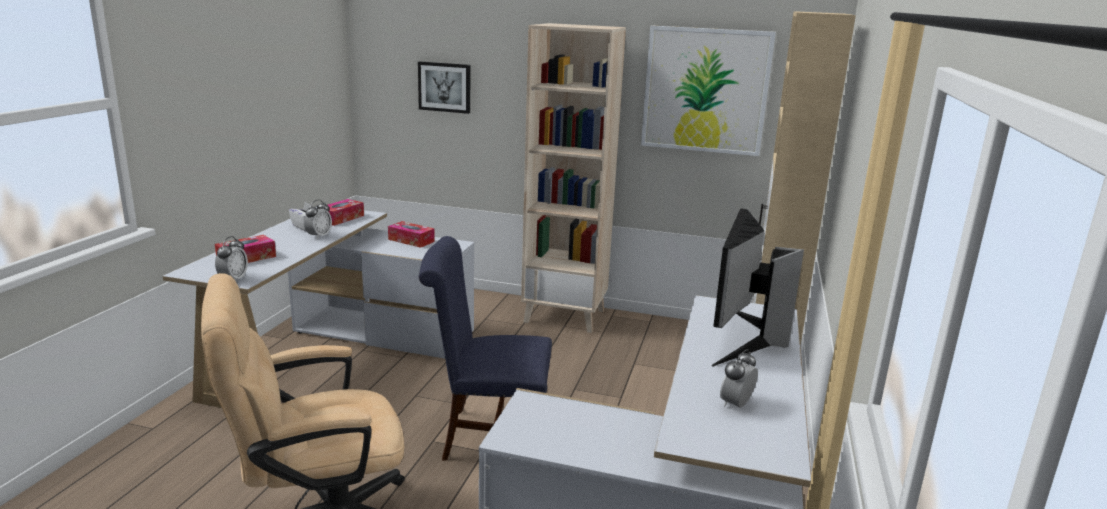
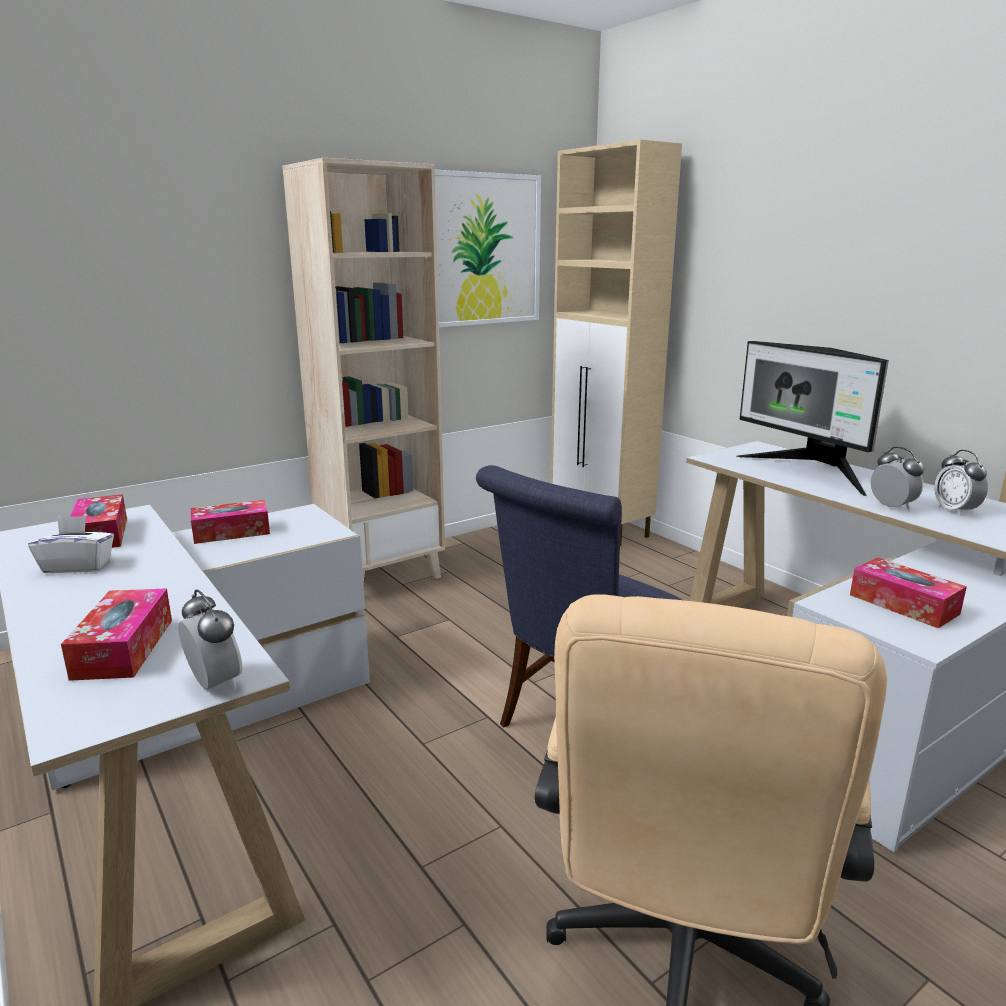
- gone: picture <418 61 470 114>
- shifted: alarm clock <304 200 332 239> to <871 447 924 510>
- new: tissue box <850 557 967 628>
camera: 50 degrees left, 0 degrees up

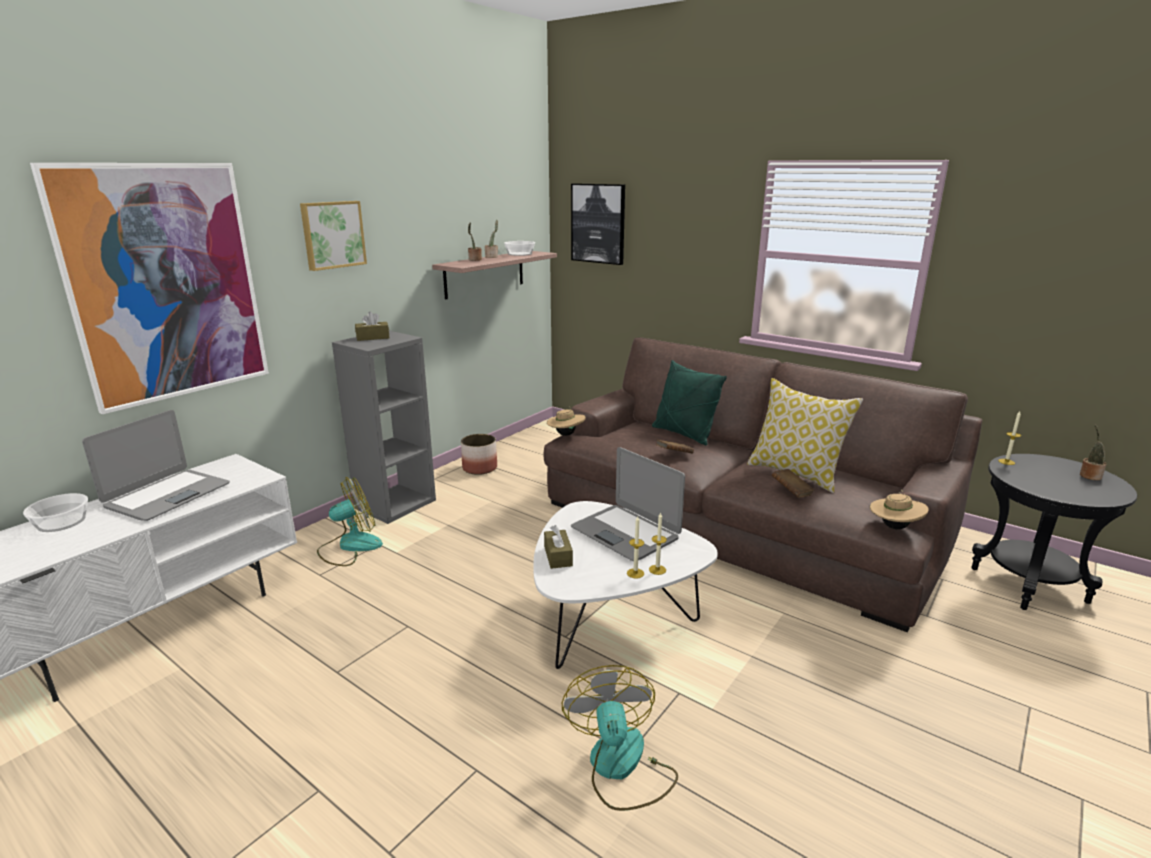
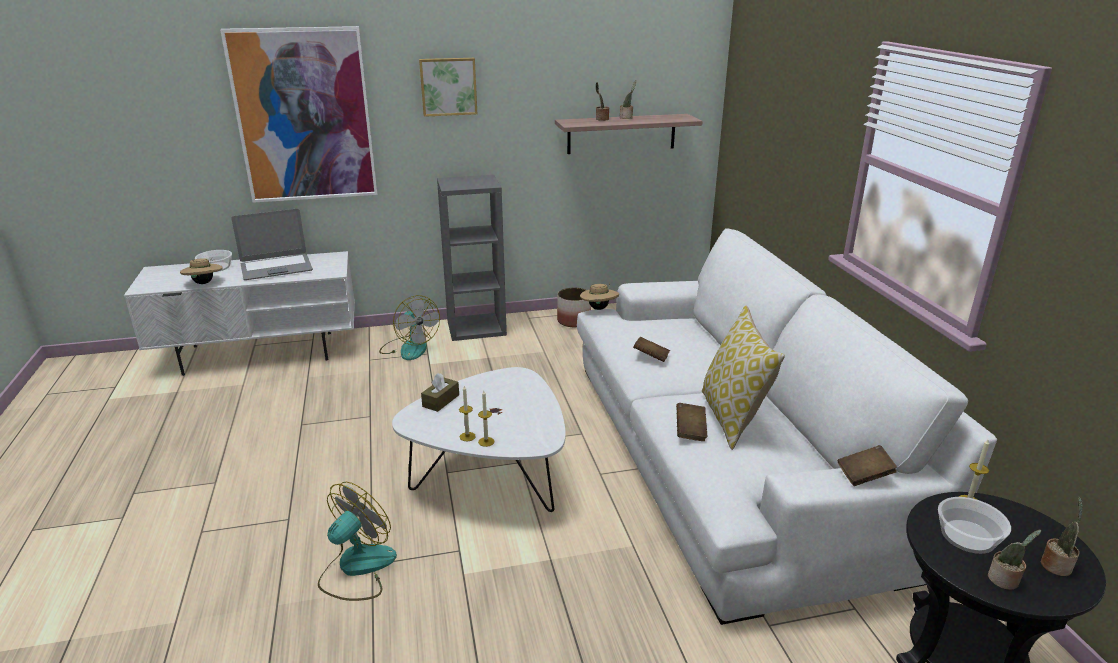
- gone: picture <571 184 625 265>
- shifted: bowl <504 241 535 256> to <938 497 1011 554>
- gone: brown-coloured tissue box <355 312 389 341>
- repainted: brown-coloured settee <544 337 982 632> to white settee <577 228 997 625>
- gone: green throw pillow <652 360 727 445>
- gone: portable computer <571 447 685 561>
- rotated: fan <317 477 383 566> = <379 295 440 360> 45 degrees clockwise
- shifted: beige wearable hat <870 490 929 529> to <180 258 223 284>
- new: brown-coloured book <838 445 897 486>
- new: potted plant <988 529 1041 590>
camera: 40 degrees right, 5 degrees up

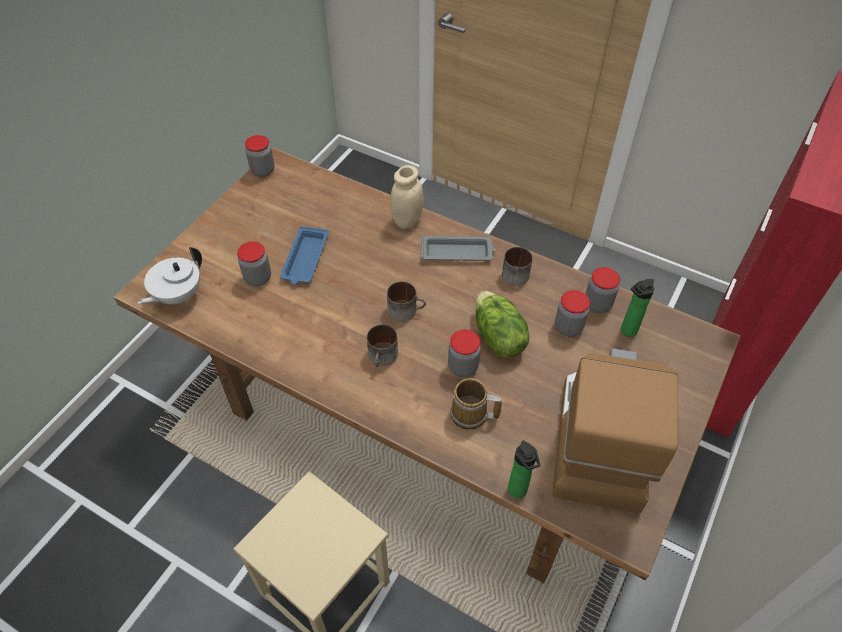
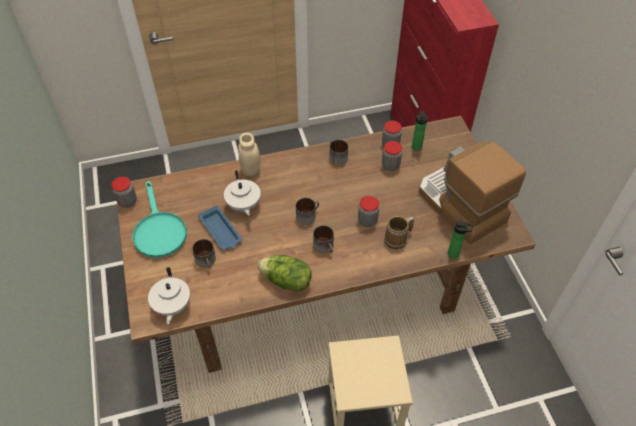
- gone: gray tray <421 236 496 261>
- swapped: preserve jar <237 241 271 286> to mug <192 239 216 268>
- shifted: head of lettuce <475 291 530 358> to <258 255 312 292>
- new: white pot for tea <224 170 261 216>
- new: blue-green pan <133 181 187 258>
camera: 45 degrees left, 0 degrees up

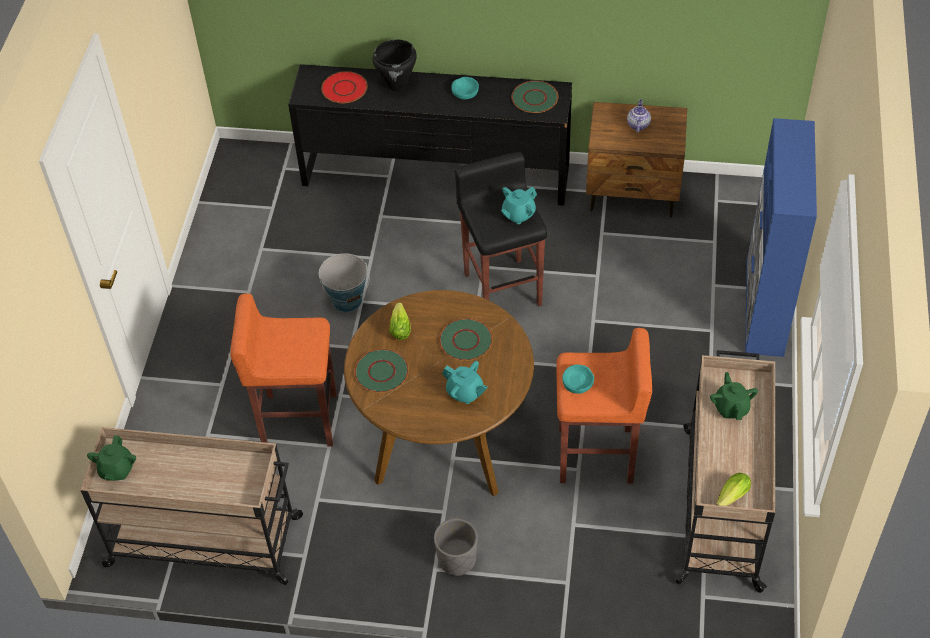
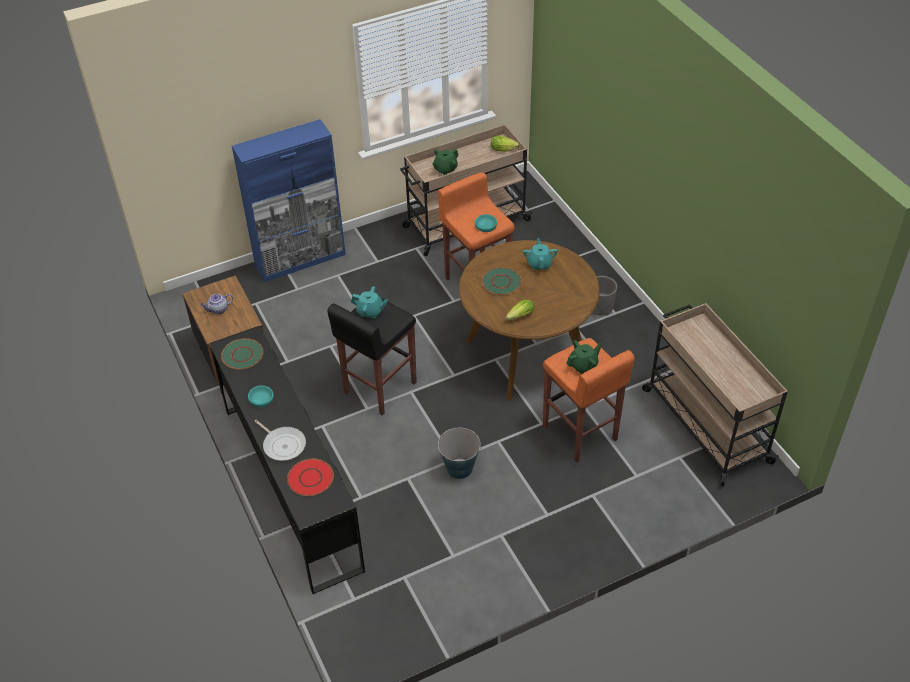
- swapped: blackish stockpot <373 40 417 91> to pan <255 420 306 461>
- gone: green plate <354 349 409 393>
- shifted: green pot for tea <87 435 136 481> to <566 340 602 374>
camera: 125 degrees left, 5 degrees down

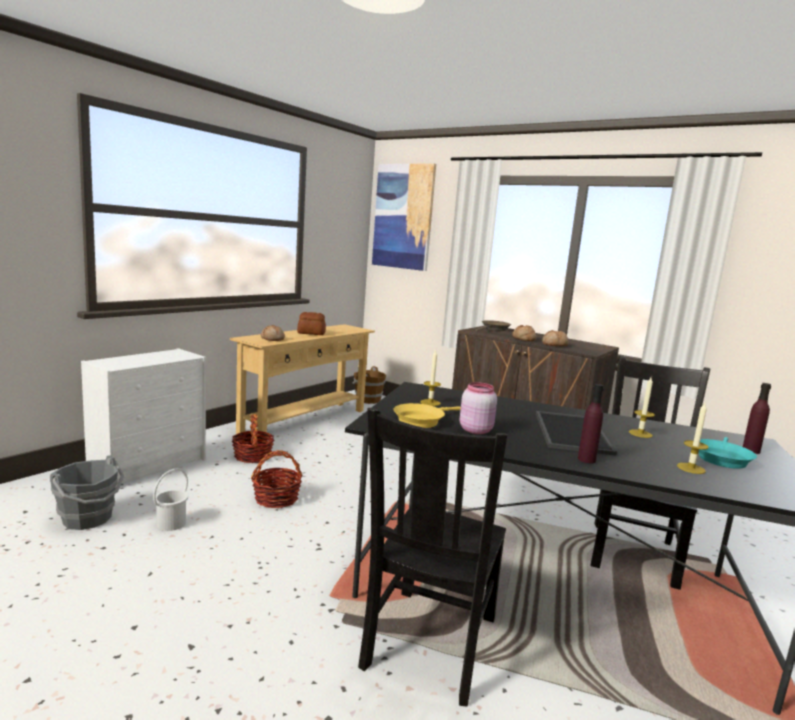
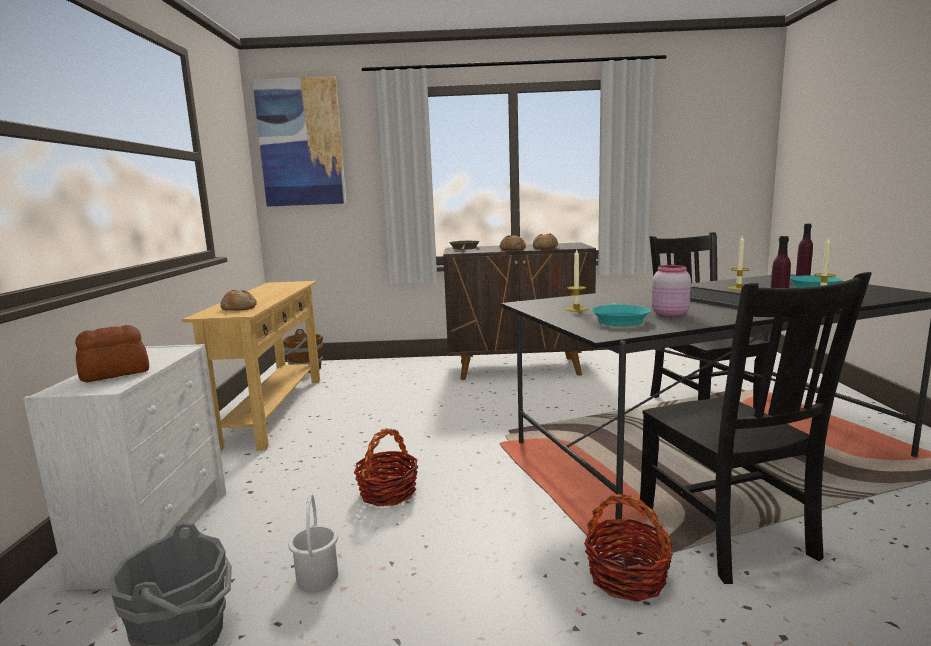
- shifted: bread <297 312 326 335> to <75 325 149 382>
- repainted: yellowish pan <393 403 461 428> to blue-green pan <592 303 651 326>
- shifted: household basket <232 414 274 463> to <584 494 673 602>
camera: 35 degrees left, 0 degrees up

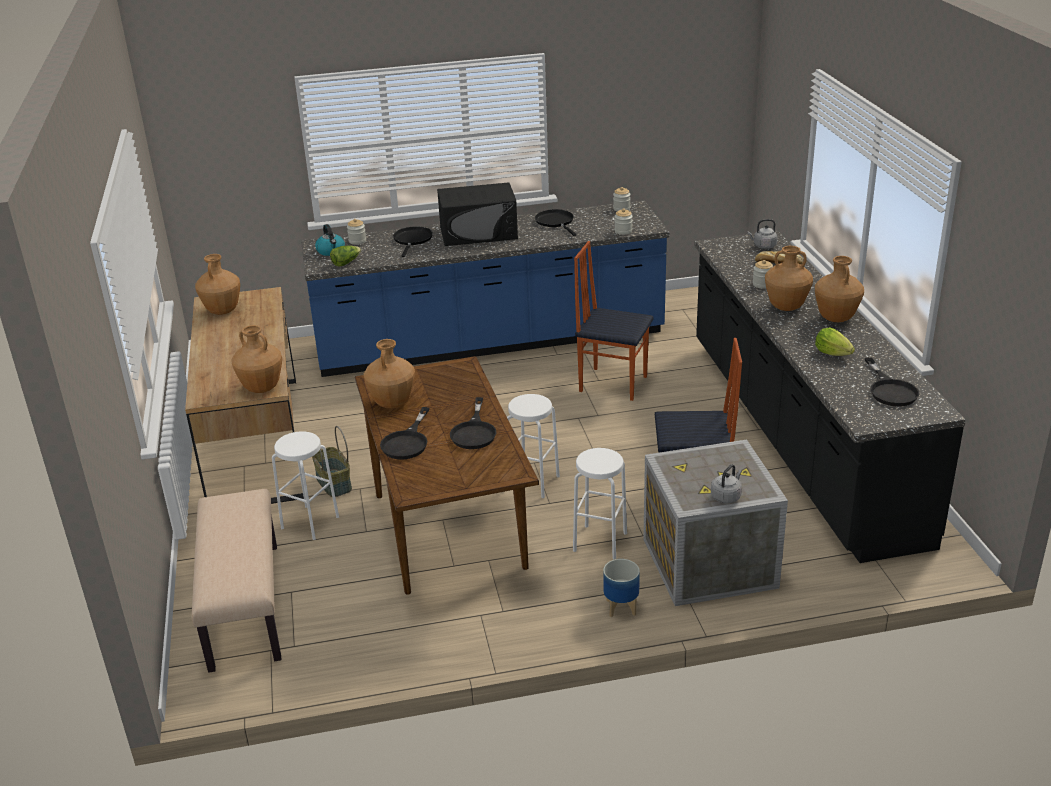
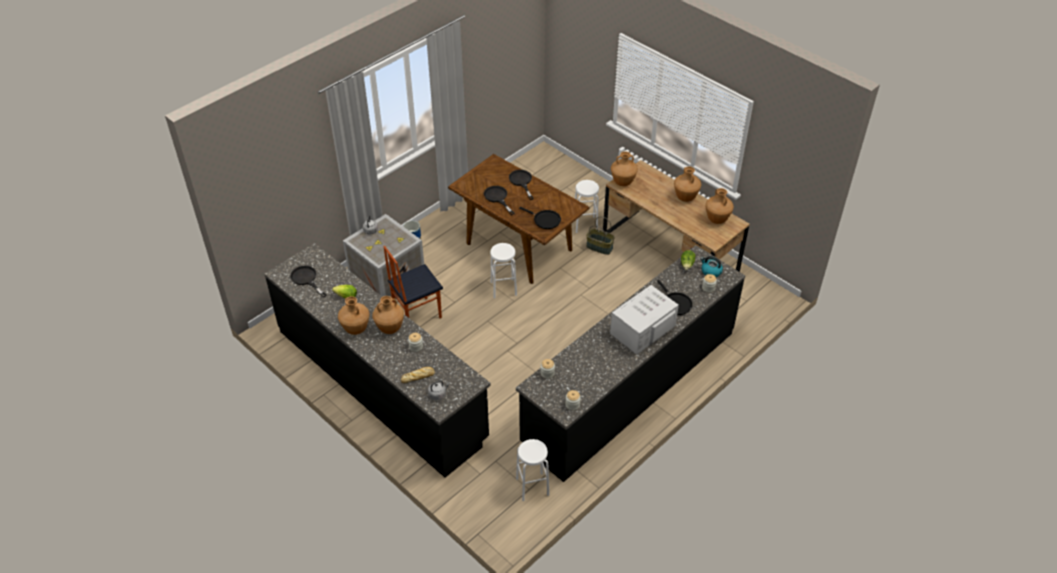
- repainted: blackish microwave <437 182 518 246> to white microwave <610 285 679 355>
- repainted: bluish counter <301 201 669 377> to blackish counter <516 245 745 482>
- shifted: blackish pan <535 209 577 236> to <519 207 561 229>
- gone: chair <574 241 654 401>
- shifted: brown-coloured decorative vase <364 339 415 409> to <674 166 701 202>
- shifted: white stool <573 448 627 559> to <516 439 549 501>
- gone: beige long seat <192 489 281 673>
camera: 145 degrees right, 15 degrees up

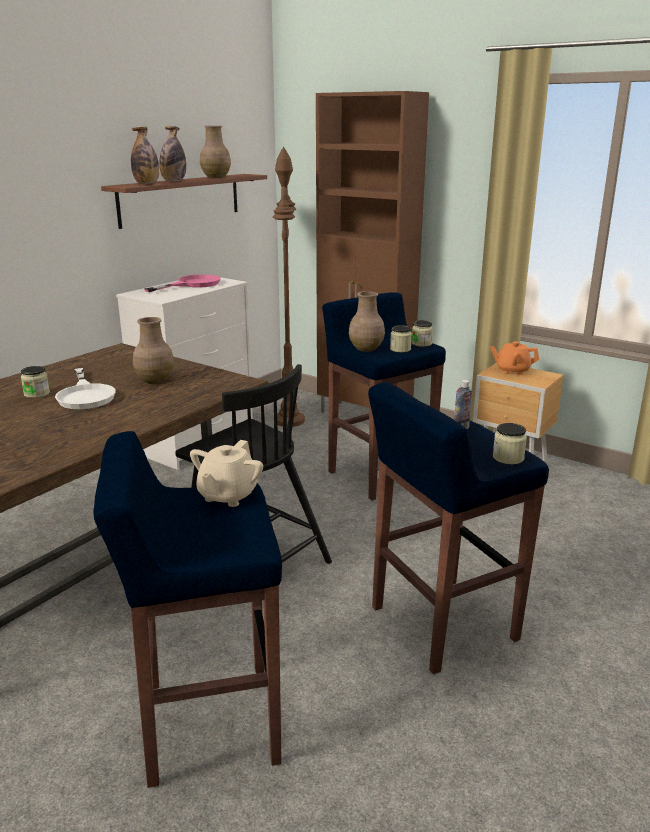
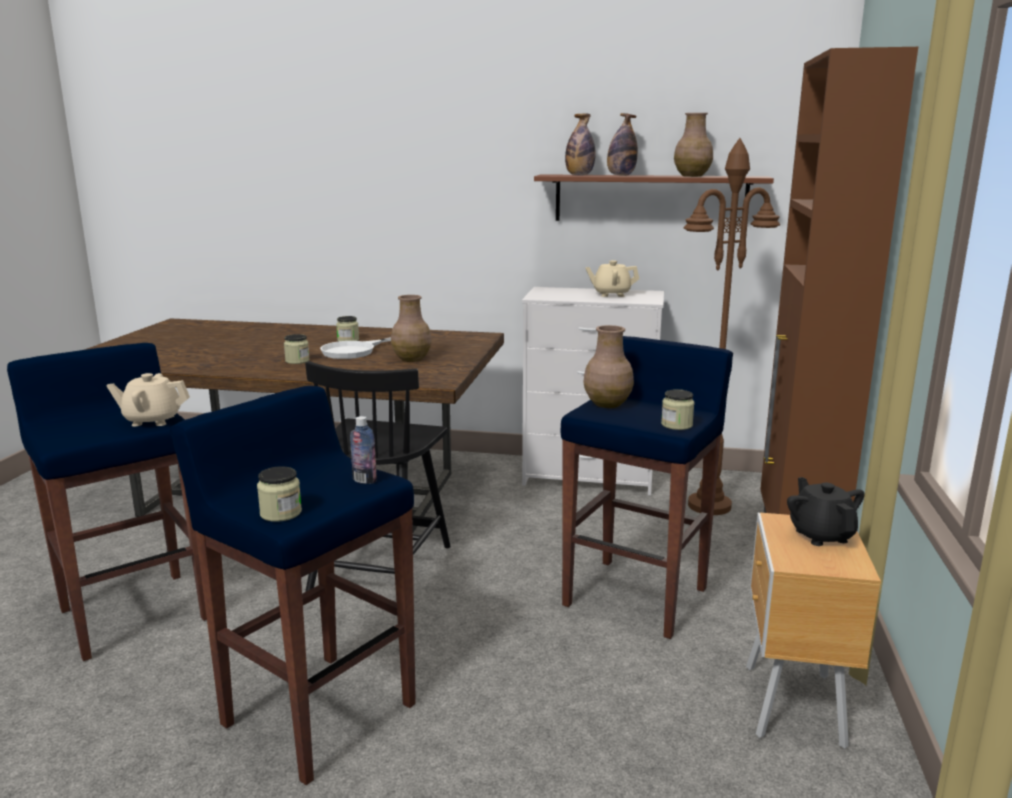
- swapped: pinkish pan <144 274 221 292> to beige pot for tea <585 260 639 297>
- shifted: preserve jar <390 325 412 352> to <284 334 310 364>
- repainted: orange-coloured pot for tea <490 341 539 375> to blackish pot for tea <787 477 865 546>
camera: 65 degrees right, 5 degrees down

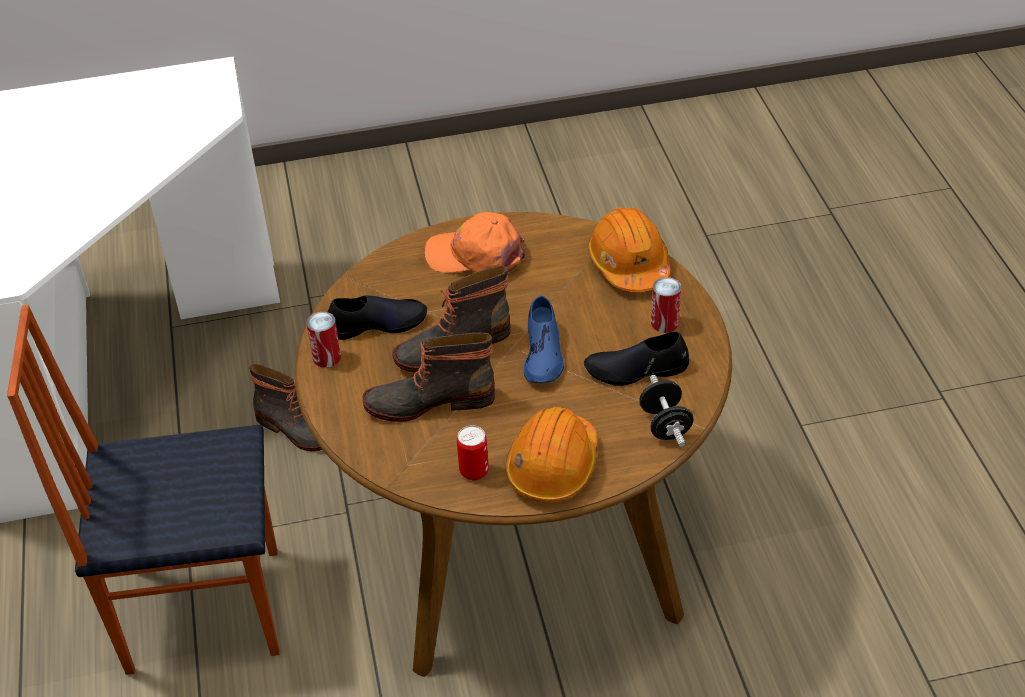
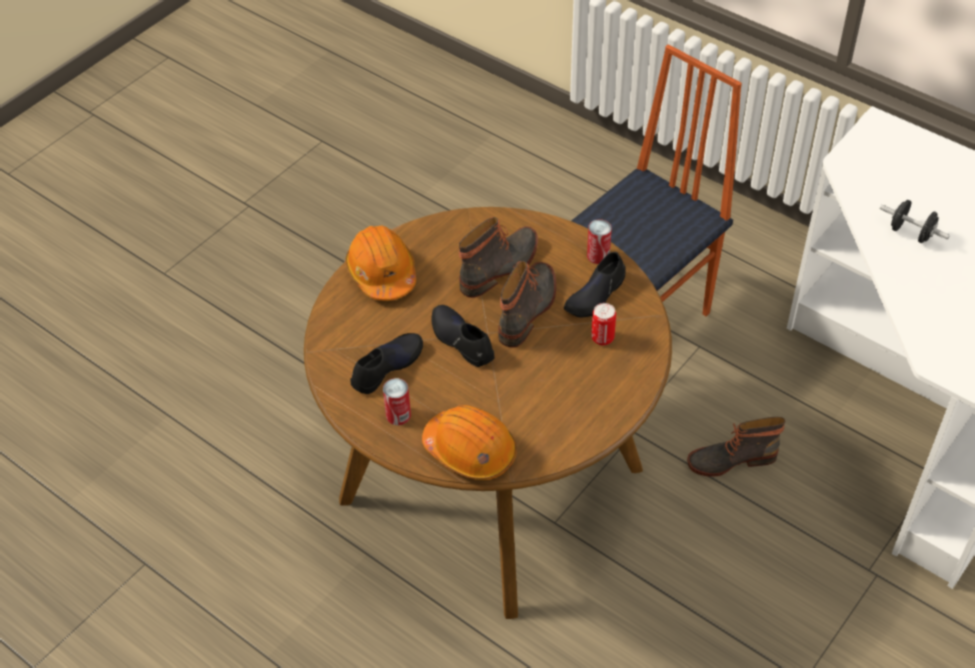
- gone: orange-coloured peaked cap <425 212 525 274>
- repainted: bluish item of footwear <523 295 564 383> to blackish item of footwear <431 305 495 367>
- shifted: blackish free weight <639 375 693 447> to <880 200 950 243>
- shifted: sealed can <457 425 489 480> to <591 303 616 345>
camera: 140 degrees right, 5 degrees up

